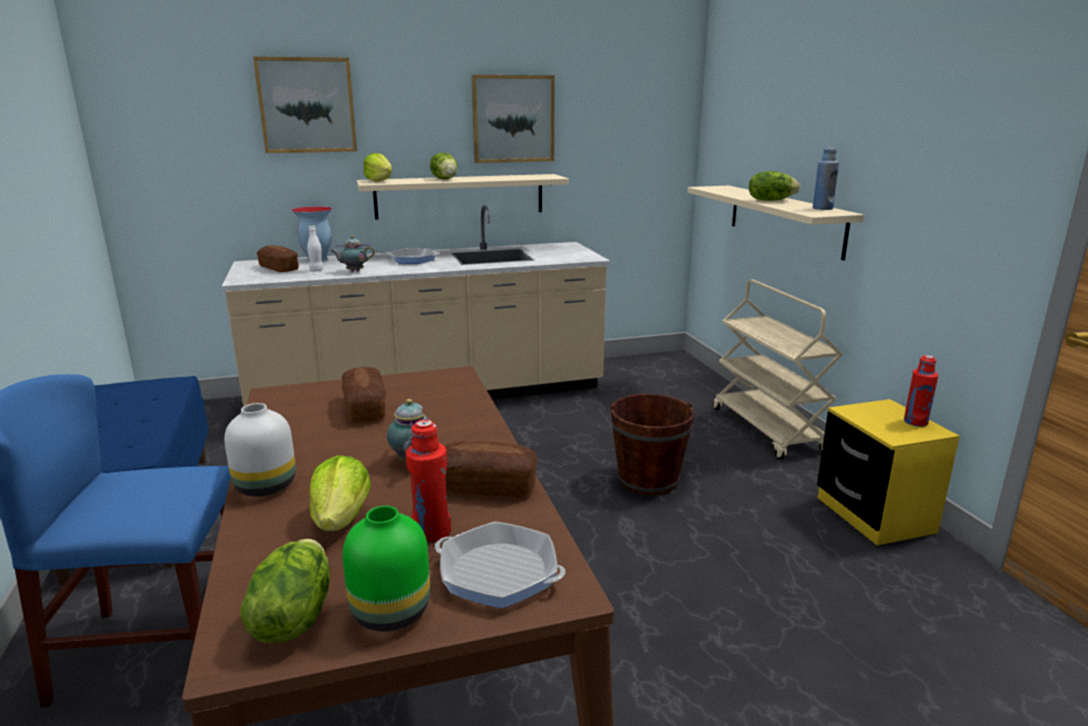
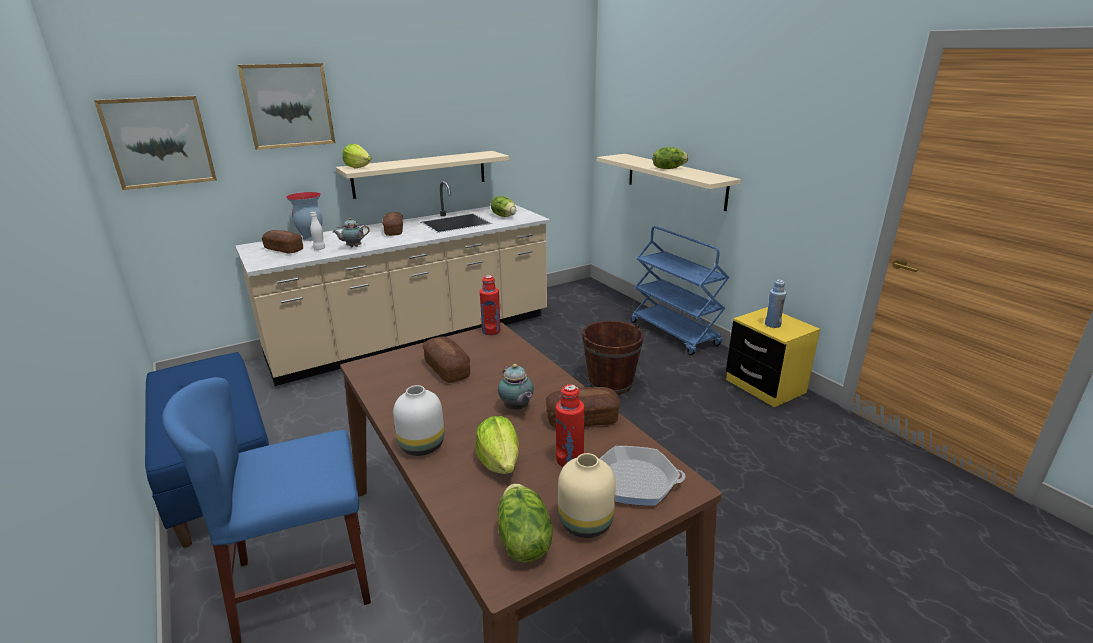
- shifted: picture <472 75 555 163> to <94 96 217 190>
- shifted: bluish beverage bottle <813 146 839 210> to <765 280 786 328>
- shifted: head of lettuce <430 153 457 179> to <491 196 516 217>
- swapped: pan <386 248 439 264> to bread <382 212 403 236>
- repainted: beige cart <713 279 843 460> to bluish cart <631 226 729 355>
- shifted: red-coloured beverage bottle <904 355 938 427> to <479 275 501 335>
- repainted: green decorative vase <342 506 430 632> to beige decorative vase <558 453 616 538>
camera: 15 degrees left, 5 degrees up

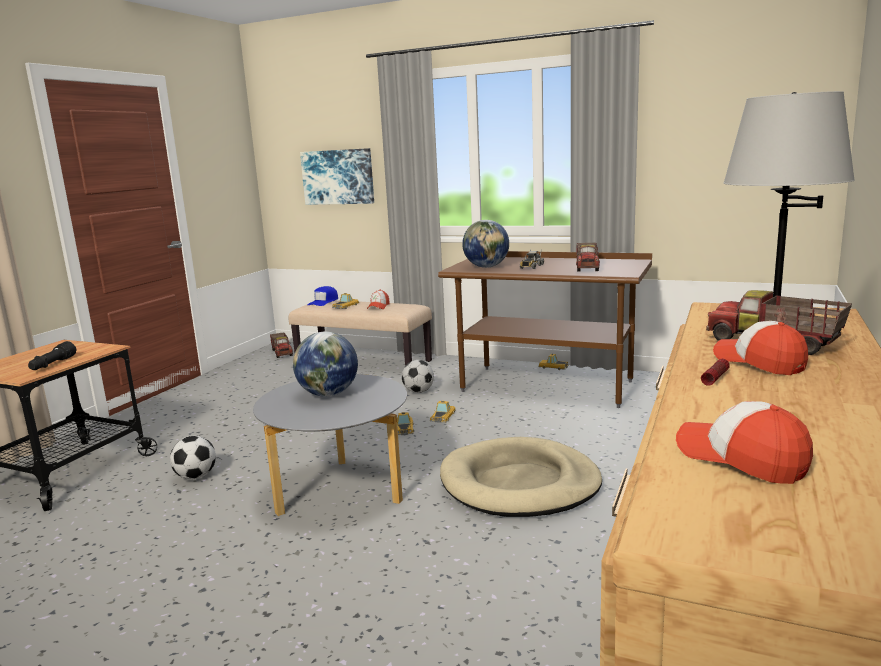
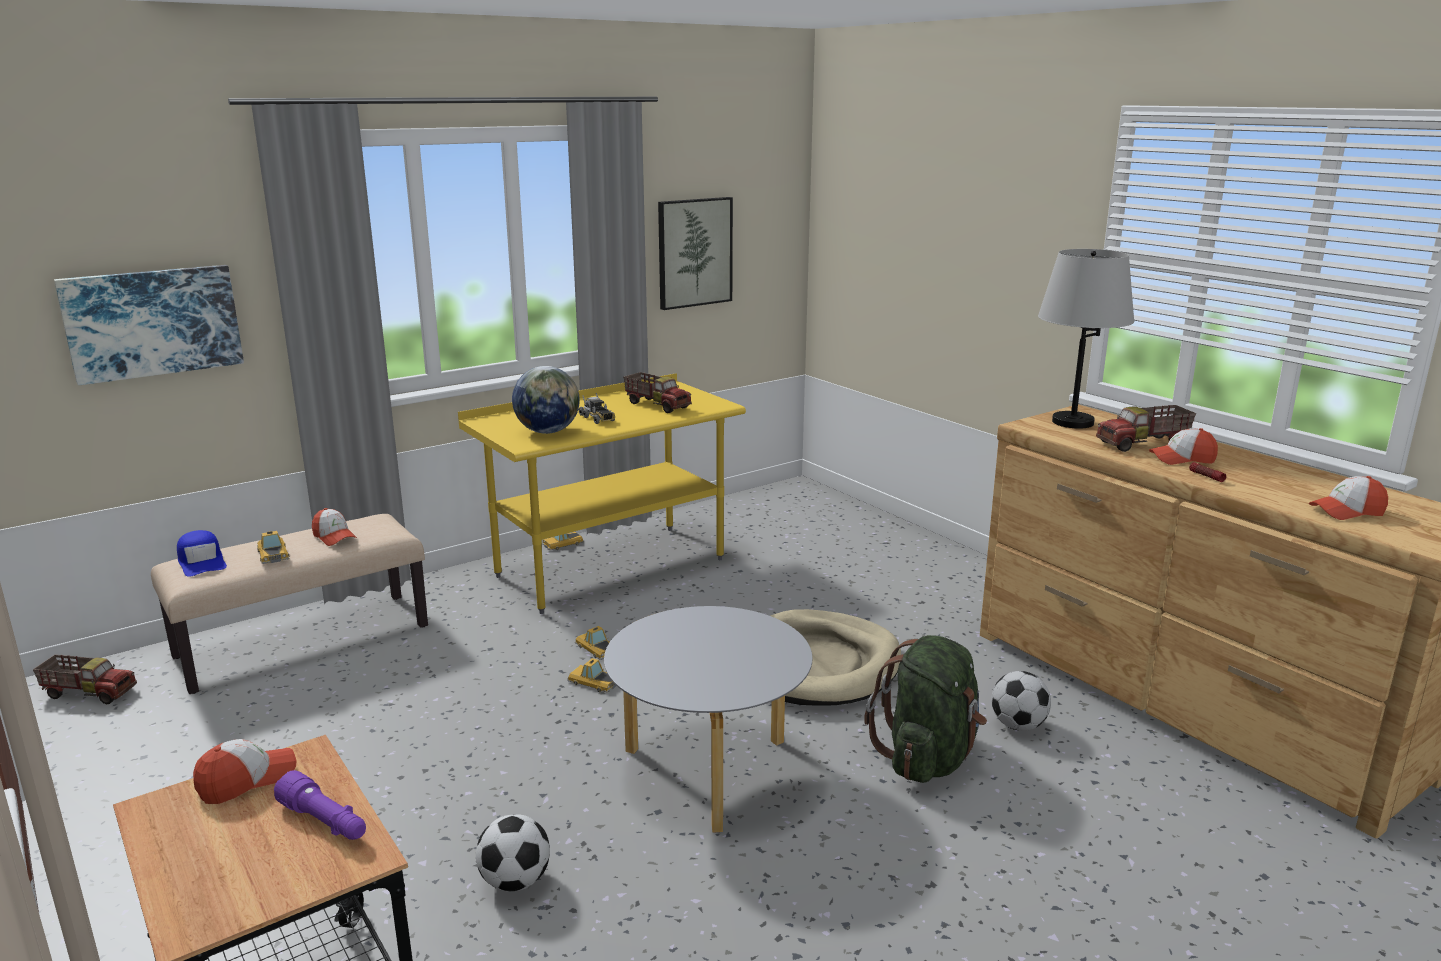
- repainted: brown-coloured desk unit <438 251 652 408> to yellowish desk unit <458 373 746 614>
- gone: world globe <293 332 358 396>
- repainted: blackish hand torch <28 341 77 370> to purplish hand torch <274 770 366 840>
- shifted: football ball <402 360 434 393> to <991 671 1051 731>
- new: picture <658 197 733 310>
- new: green backpack <864 635 987 783>
- new: peaked cap <193 739 296 804>
camera: 60 degrees left, 5 degrees up

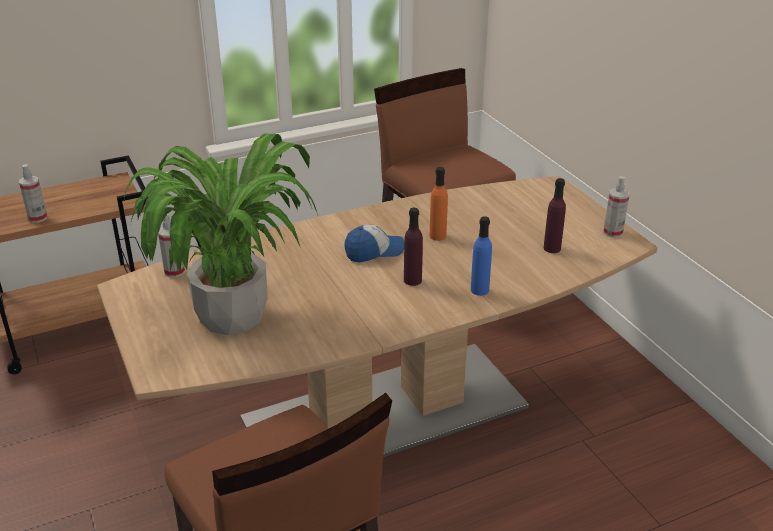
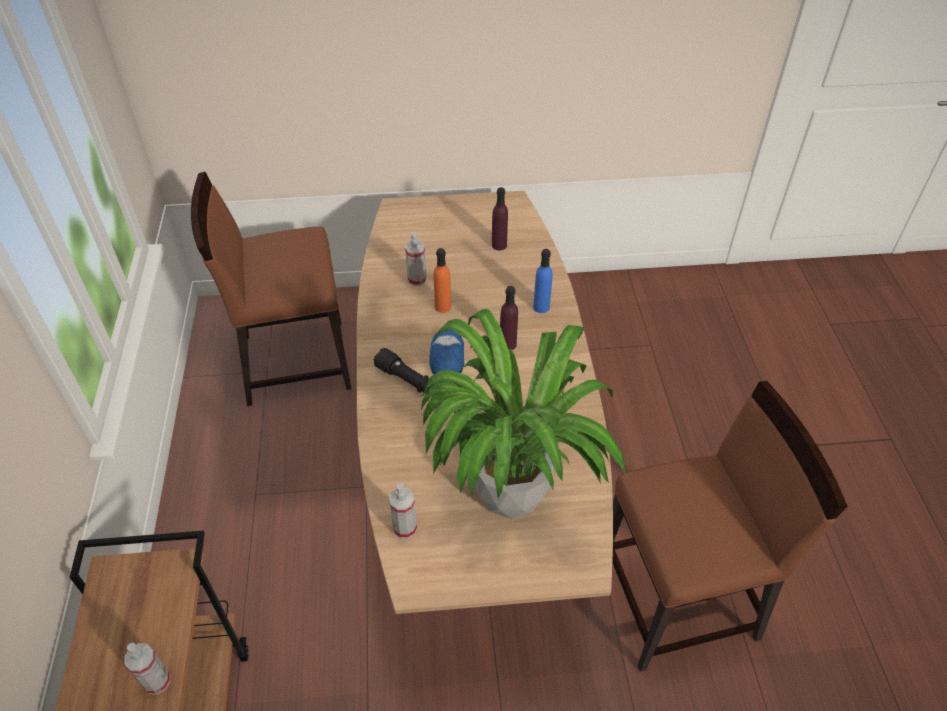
- shifted: spray bottle <603 176 629 238> to <405 232 426 286>
- new: blackish hand torch <374 348 435 397>
camera: 70 degrees left, 15 degrees up

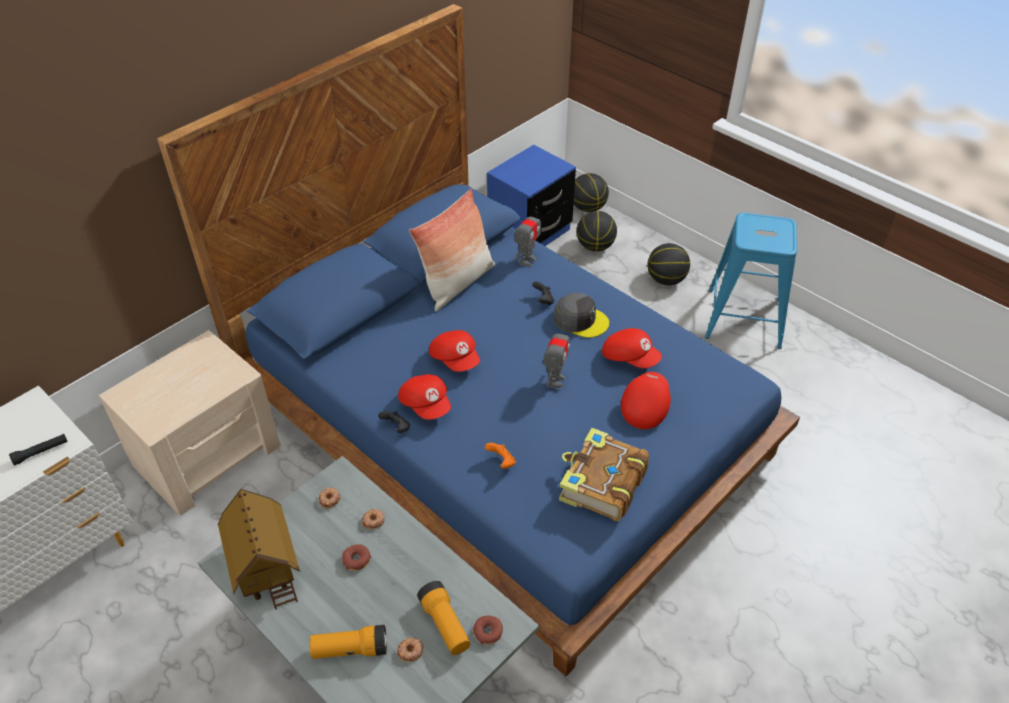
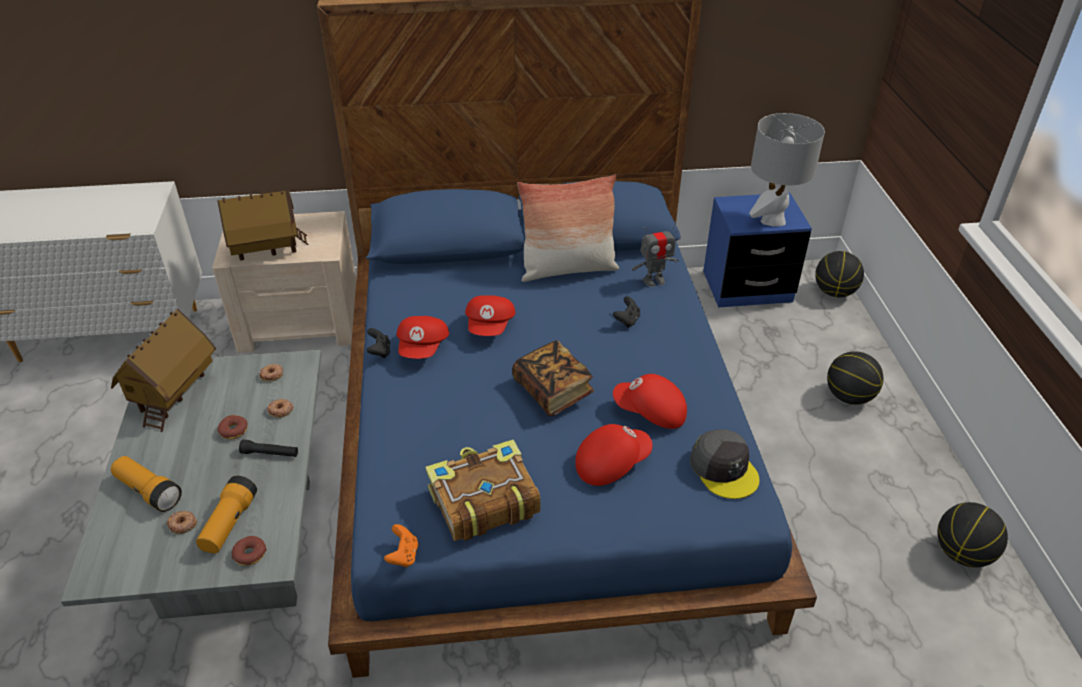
- shifted: basketball ball <577 211 617 251> to <937 502 1008 567>
- gone: bluish stool <705 213 797 349>
- shifted: gray peaked cap <554 293 609 338> to <690 429 759 499>
- swapped: robot figure <543 323 570 388> to book <512 340 594 416>
- rotated: red-coloured peaked cap <602 328 662 369> = <613 374 687 429> 120 degrees clockwise
- shifted: blackish hand torch <9 434 68 466> to <239 440 298 457>
- shifted: orange-coloured joypad <485 443 516 469> to <384 524 418 567>
- new: gray tabletop lamp <749 113 825 227>
- new: model house <217 190 309 261>
camera: 40 degrees right, 5 degrees down

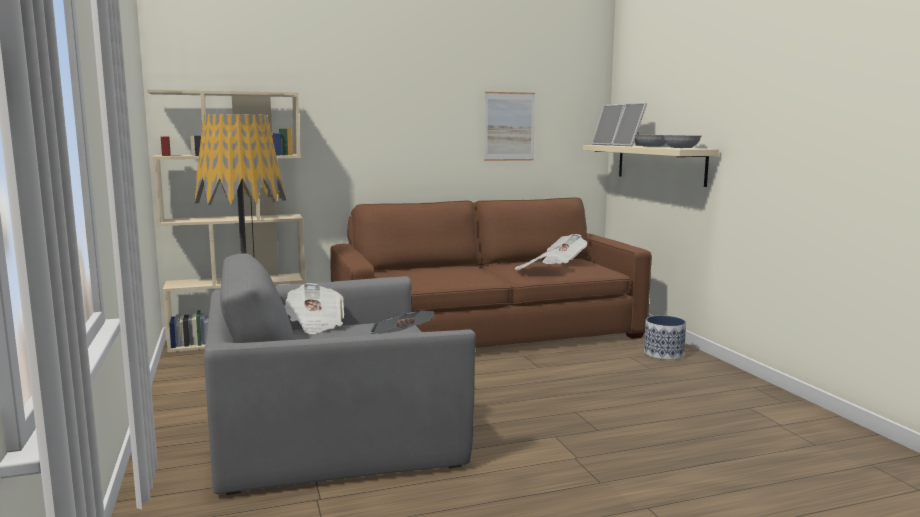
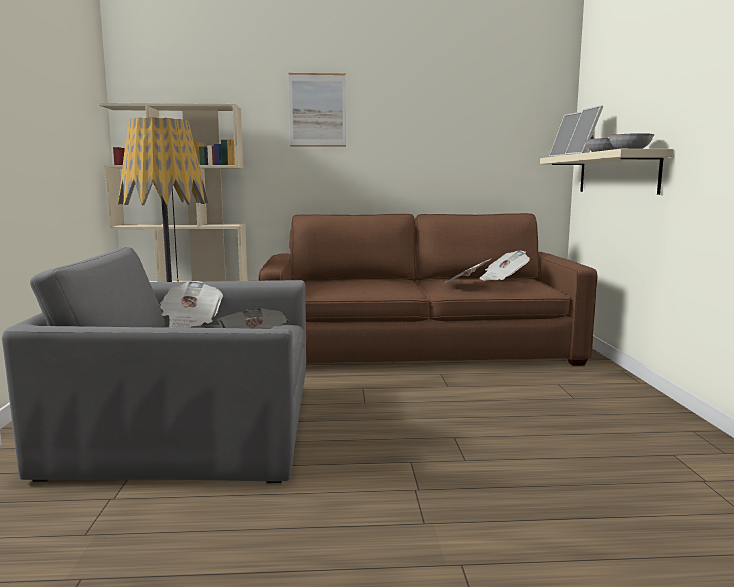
- shifted: picture <484 92 535 161> to <289 73 346 147>
- gone: planter <644 315 686 360>
camera: 15 degrees right, 0 degrees up

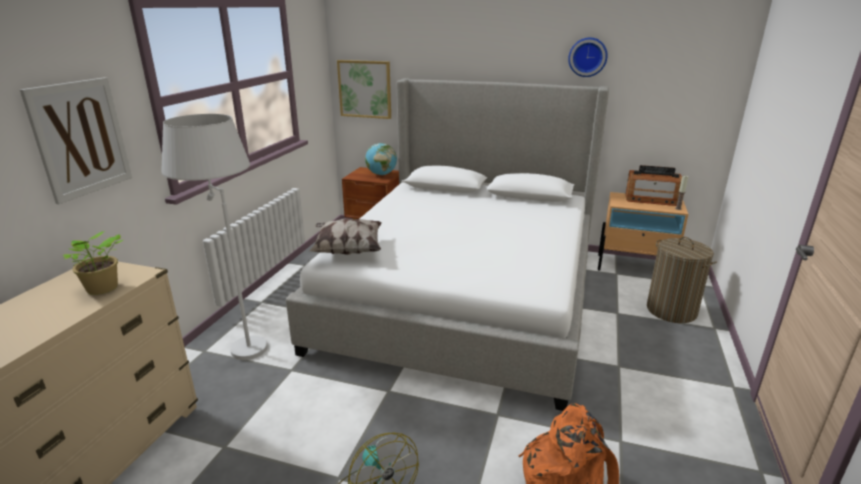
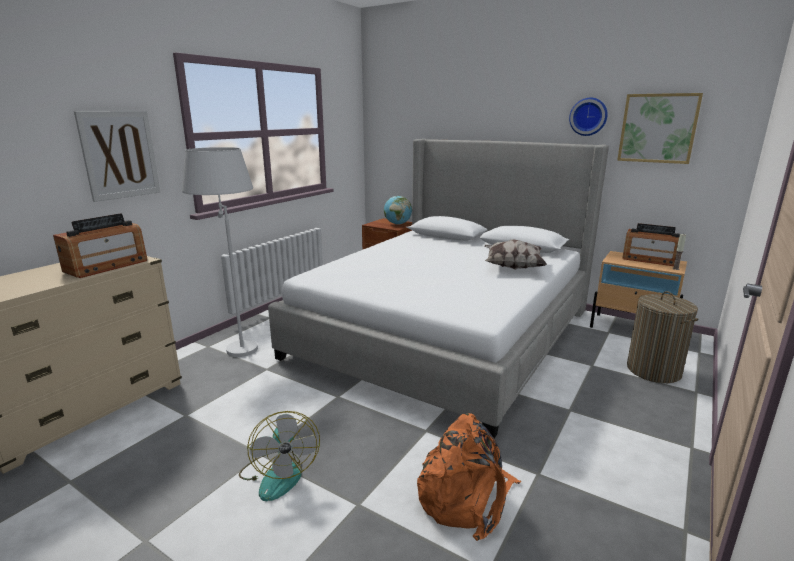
- shifted: picture <337 60 391 119> to <617 93 703 164>
- shifted: throw pillow <309 218 382 255> to <484 239 547 270>
- swapped: potted plant <63 231 123 295> to radio receiver <53 213 148 278>
camera: 15 degrees right, 5 degrees down

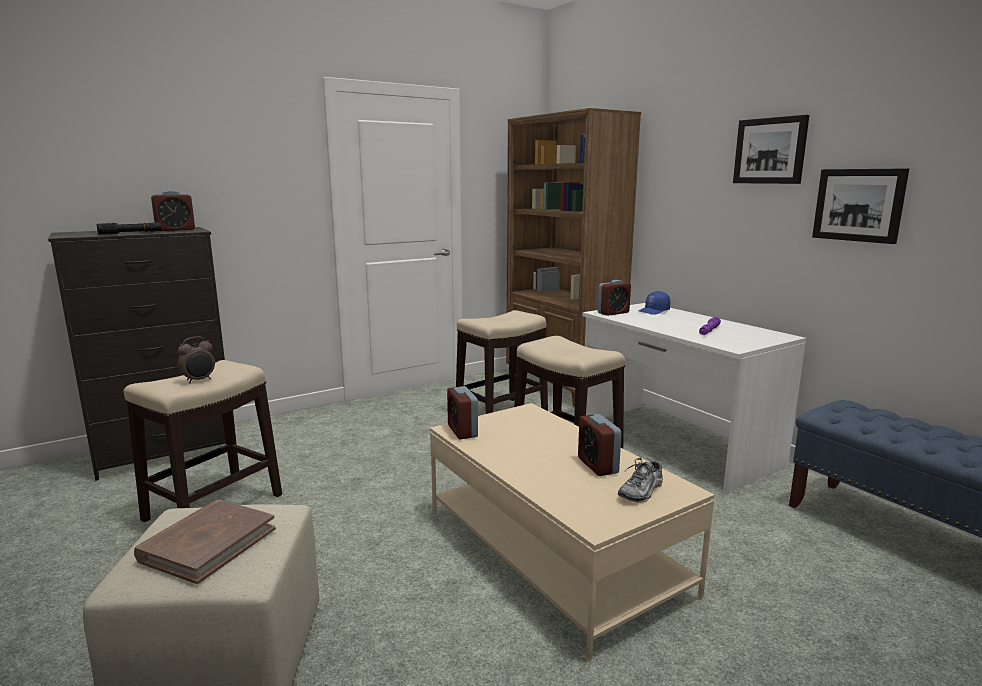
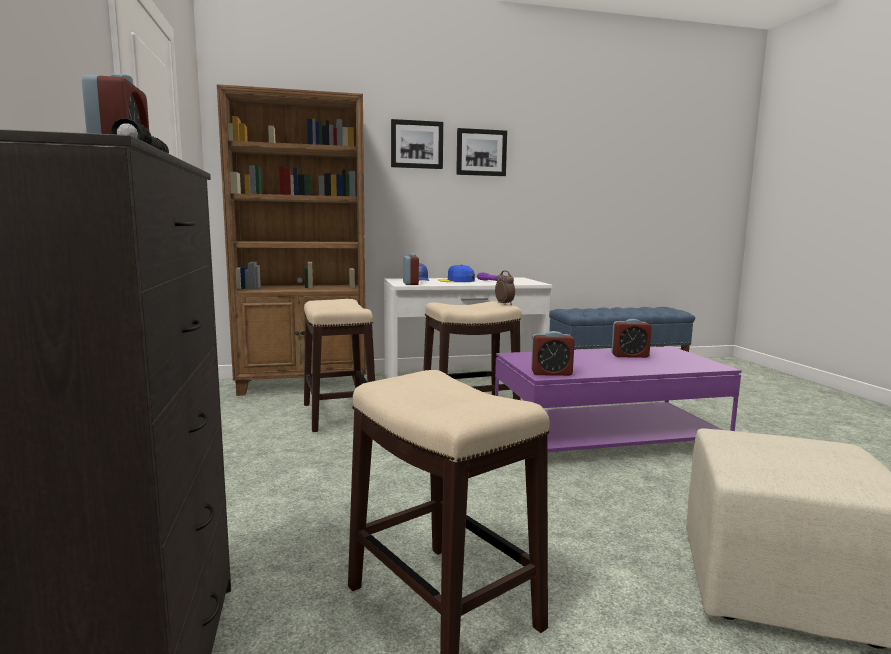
- shifted: picture <812 168 909 244> to <391 119 443 169>
- shifted: alarm clock <178 336 215 384> to <495 271 515 305>
- repainted: beige coffee table <430 403 715 661> to purplish coffee table <495 346 742 452>
- gone: item of footwear <618 458 663 503>
- gone: brown-coloured book <134 500 276 584>
- new: bluish peaked cap <438 265 475 282>
camera: 70 degrees left, 5 degrees down

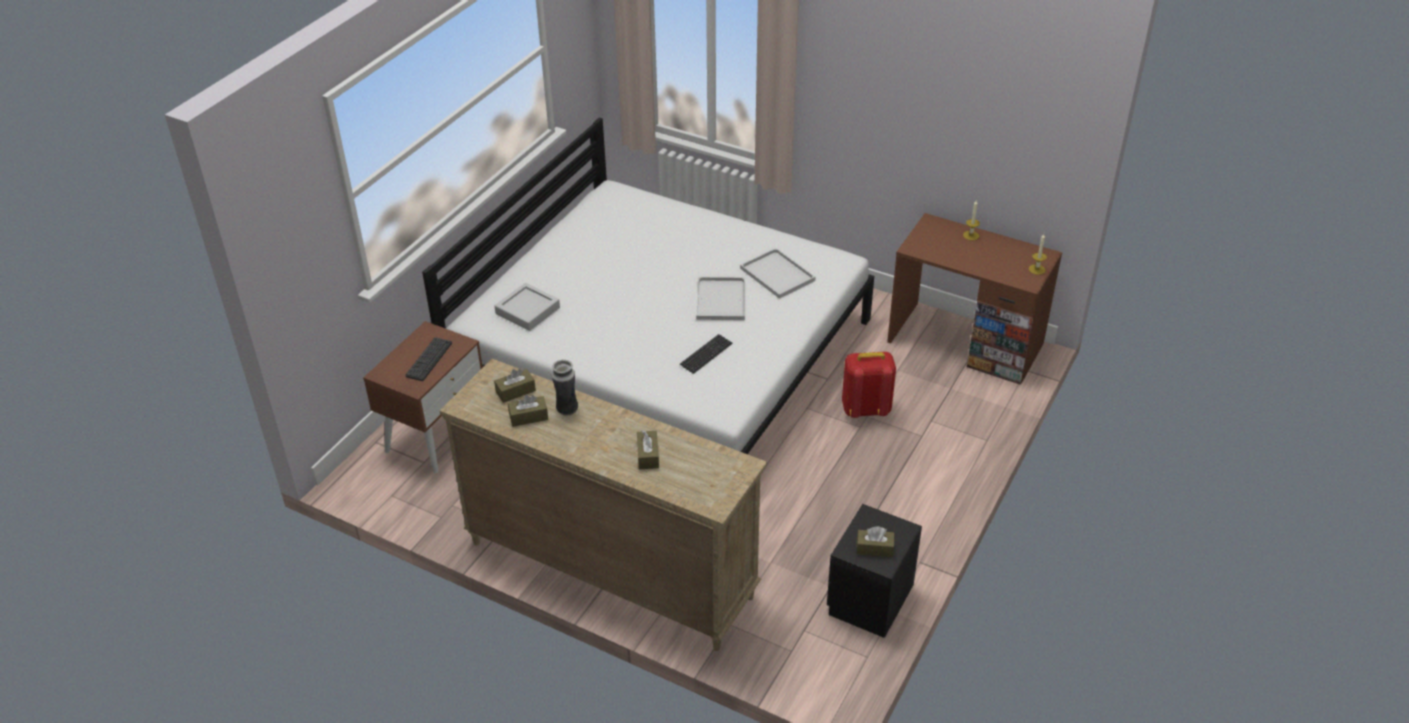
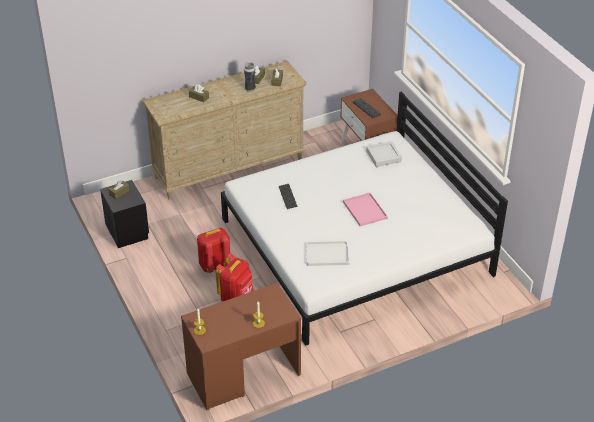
- gone: white tray <696 277 745 320>
- new: pinkish tray <343 193 388 227>
- new: red-coloured backpack <197 228 231 273>
camera: 125 degrees right, 0 degrees up

